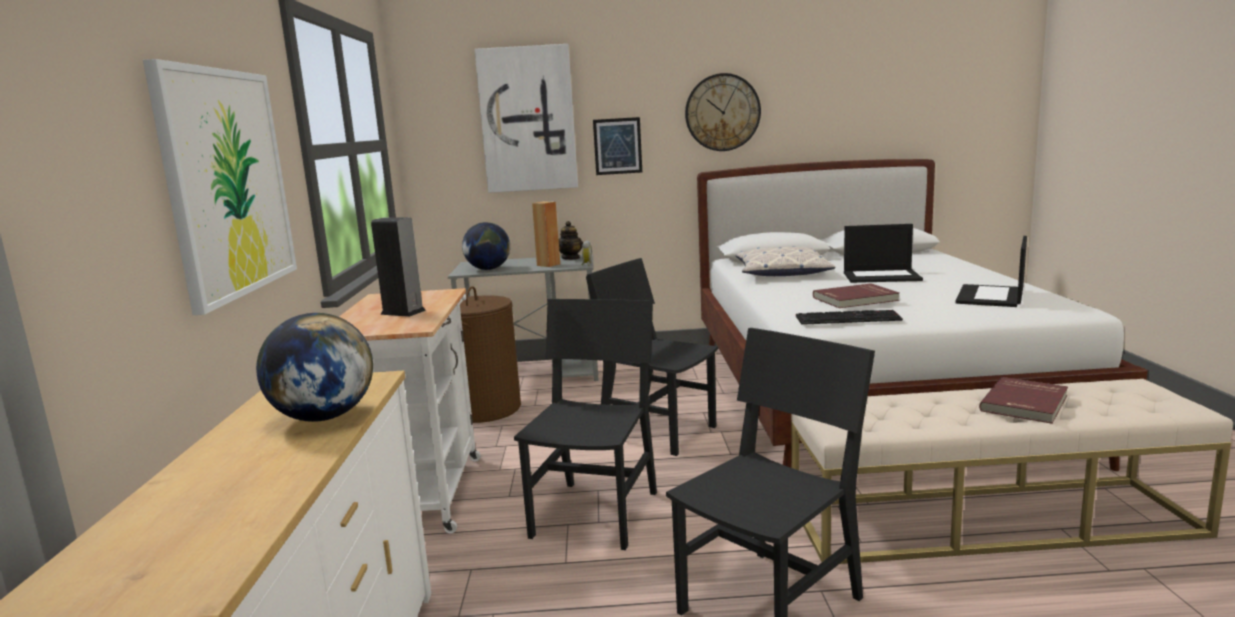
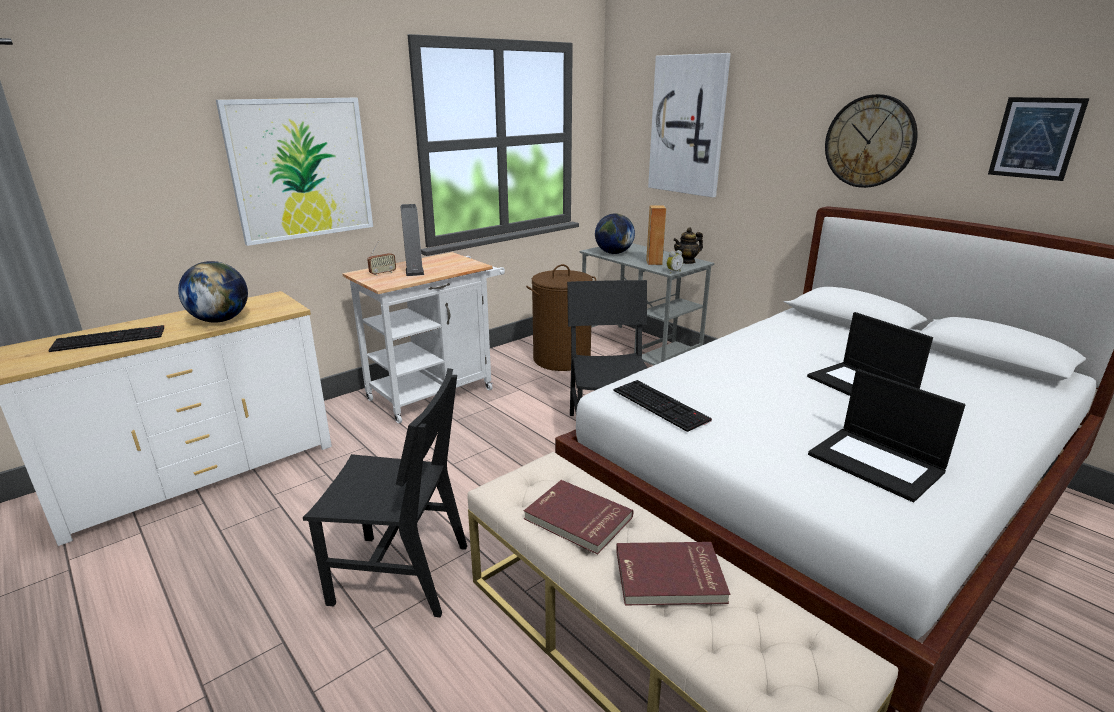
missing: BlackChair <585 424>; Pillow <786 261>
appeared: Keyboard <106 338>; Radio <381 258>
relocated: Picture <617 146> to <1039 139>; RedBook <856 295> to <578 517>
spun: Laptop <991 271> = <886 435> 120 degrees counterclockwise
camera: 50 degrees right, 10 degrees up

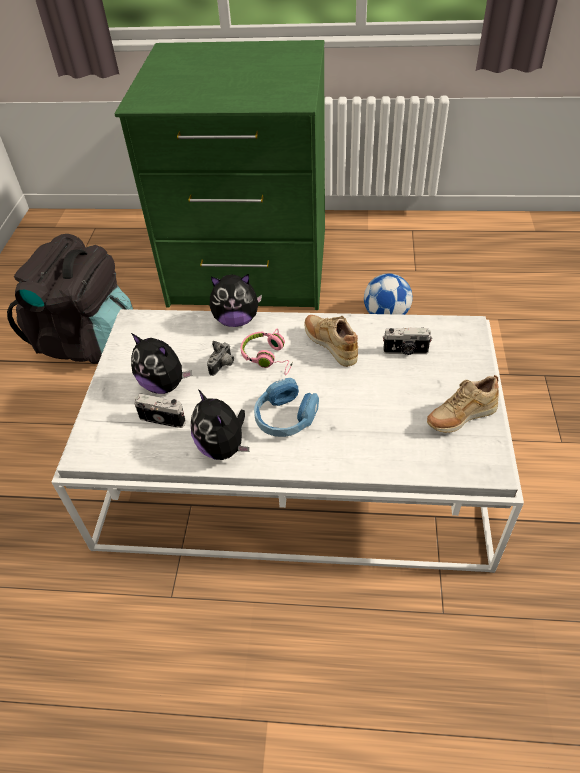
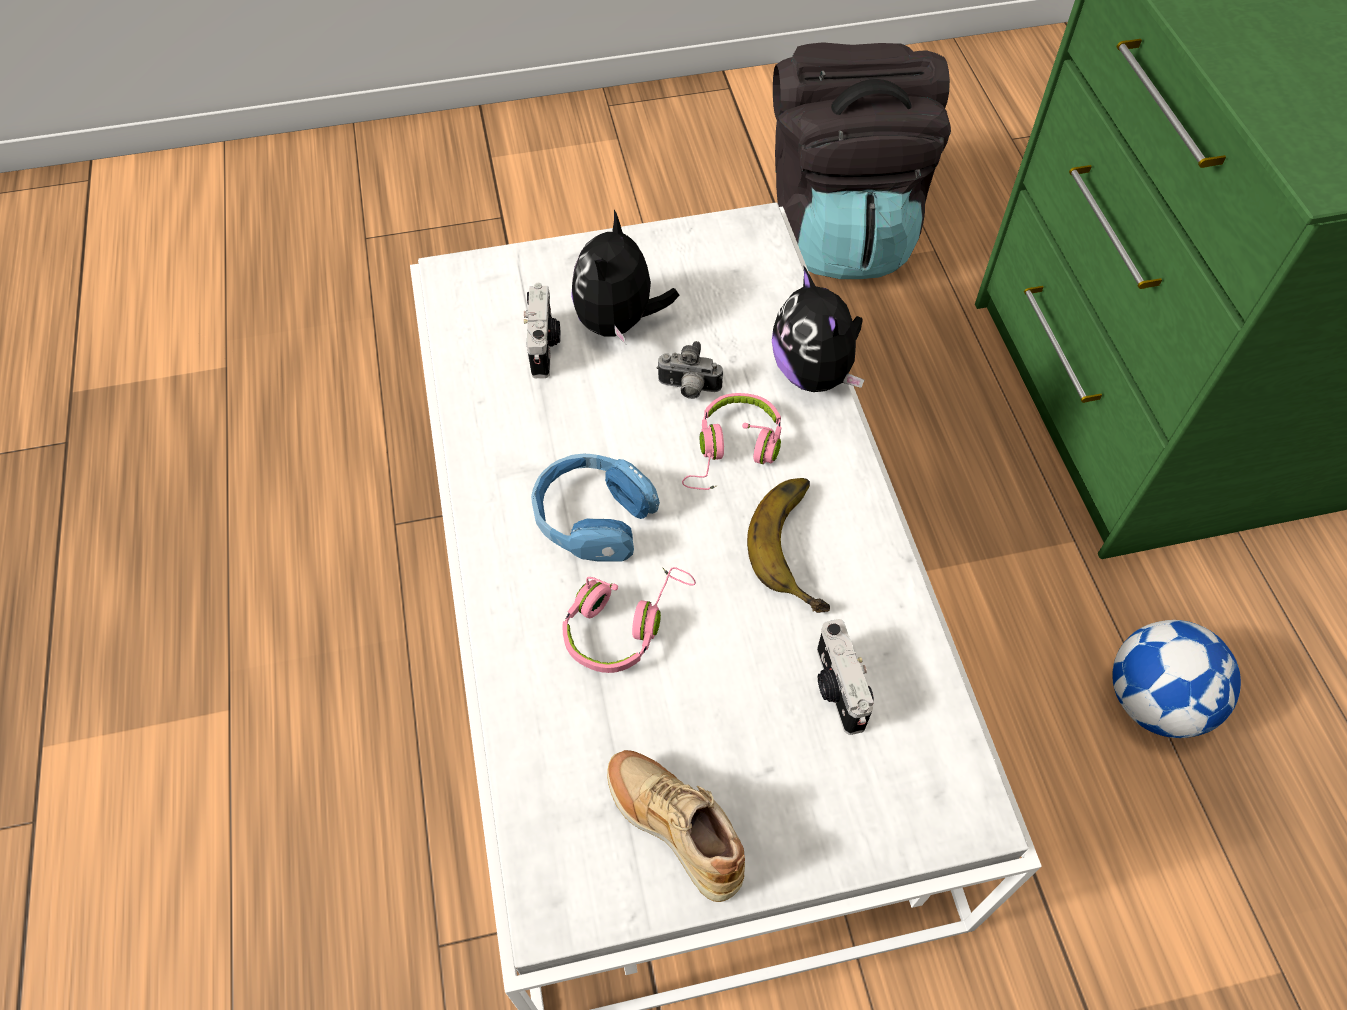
missing: PlushToy <220 424>
appeared: PinkHeadphones <629 620>
exchanged: BeigeShoe <331 341> to Banana <788 545>
camera: 70 degrees right, 10 degrees up

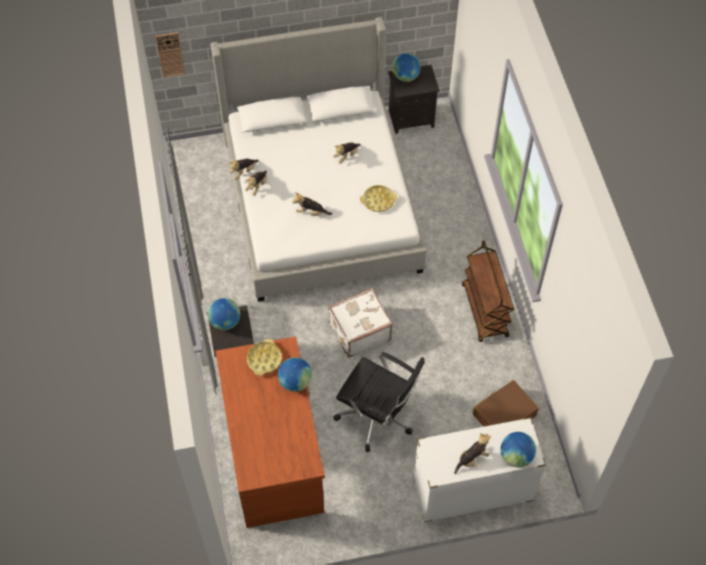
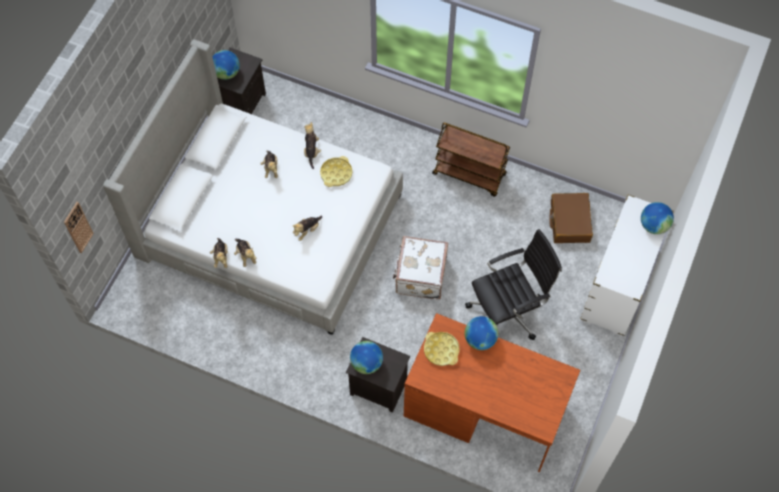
relocated: PlushToy <472 453> to <312 145>
camera: 55 degrees left, 5 degrees up

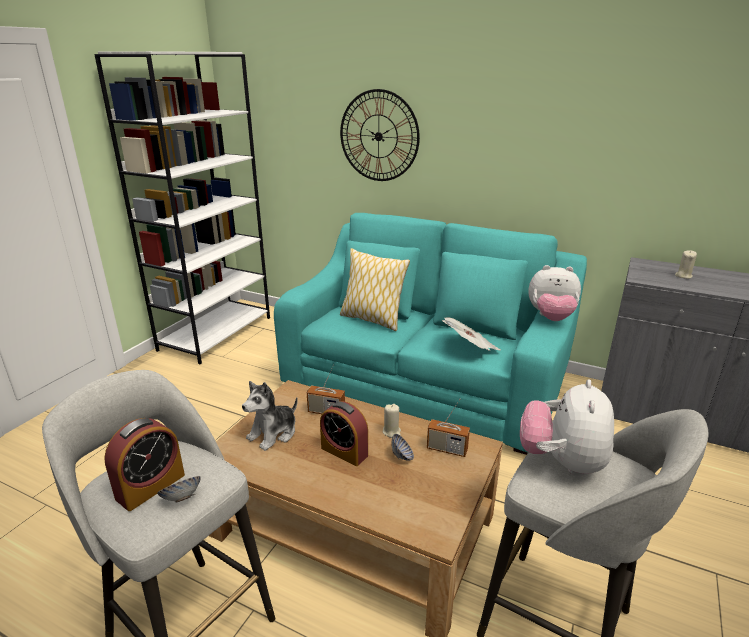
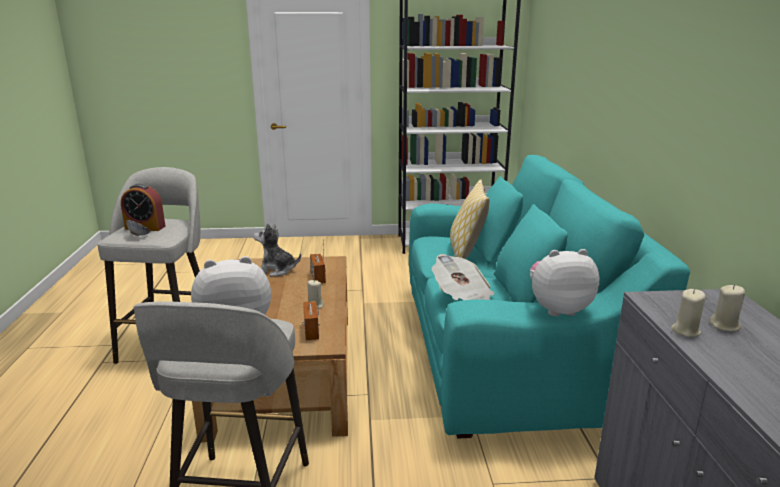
missing: AlarmClock <344 433>; WallClock <380 135>; Bowl <403 447>
appeared: BeigeCandle <688 313>
spun: PlushToy <554 293> = <564 282> 105 degrees clockwise
camera: 60 degrees right, 5 degrees down

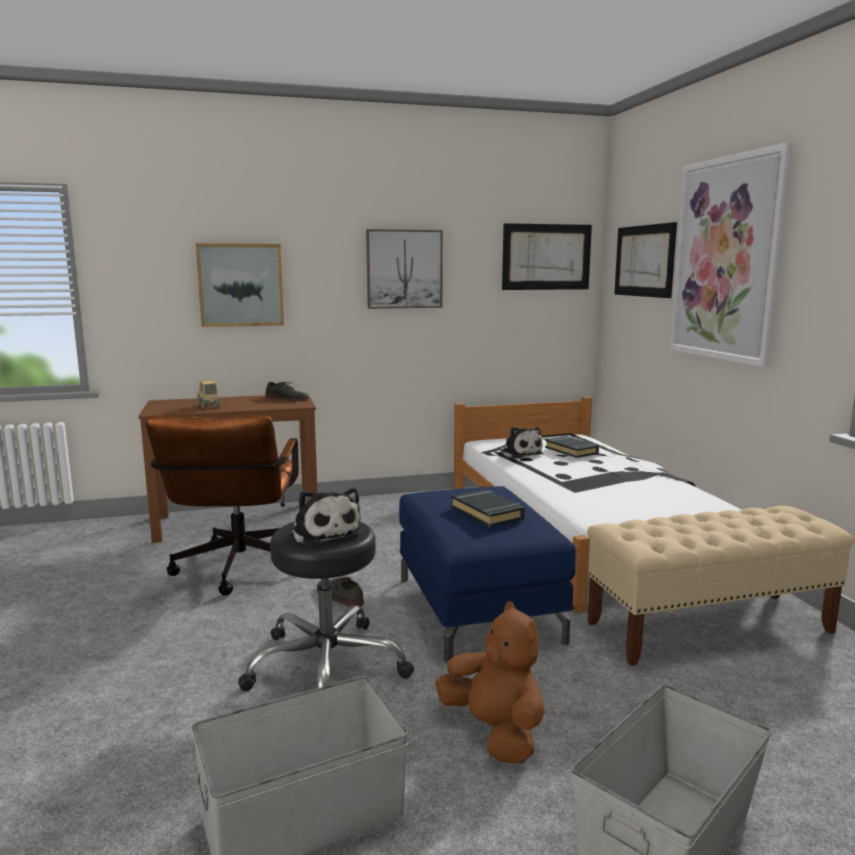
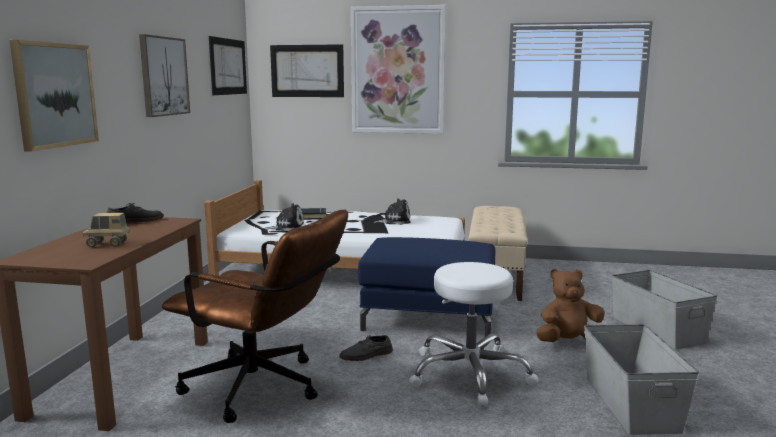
missing: BlackBook <488 508>
relocated: PlushToy <326 517> to <392 211>
colour: BlackStool <326 606> to WhiteStool <473 334>
camera: 65 degrees left, 0 degrees up

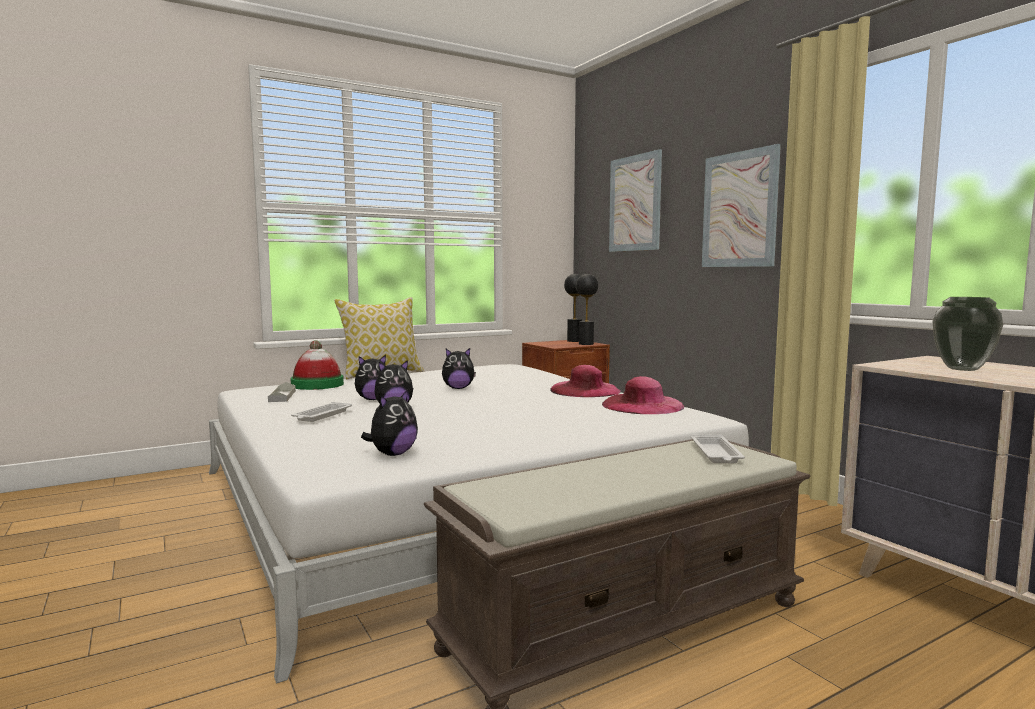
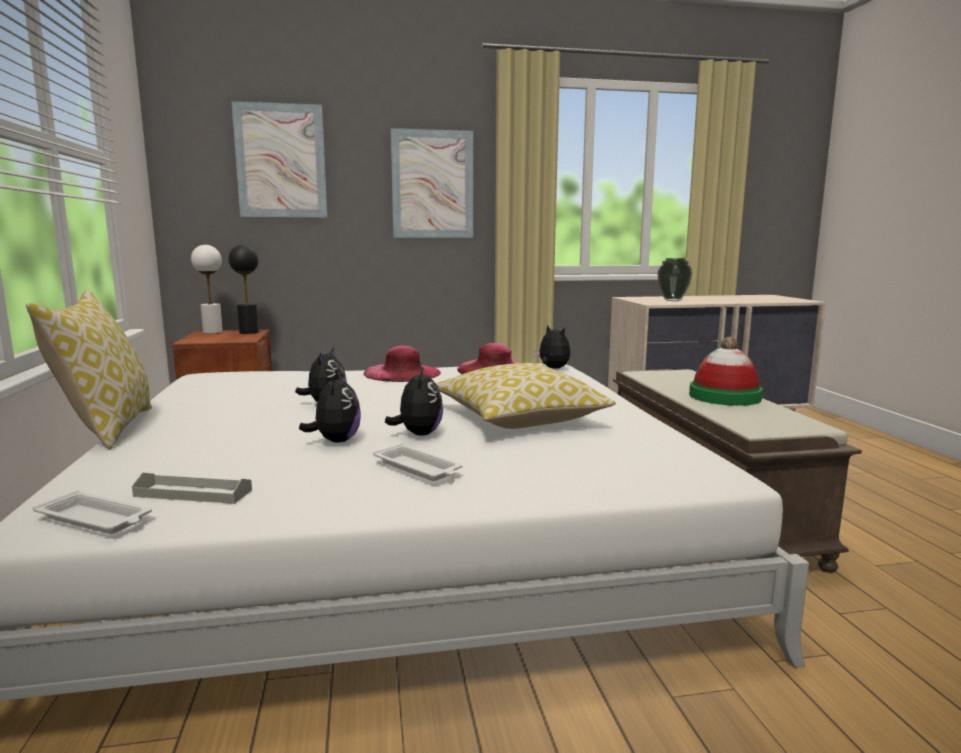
appeared: Pillow <526 396>
relocated: Hat <317 365> to <726 371>; PlushToy <389 422> to <552 347>; WhiteTray <717 449> to <92 512>
colour: BlackTableLamp <573 308> to WhiteTableLamp <207 289>
camera: 70 degrees left, 5 degrees up

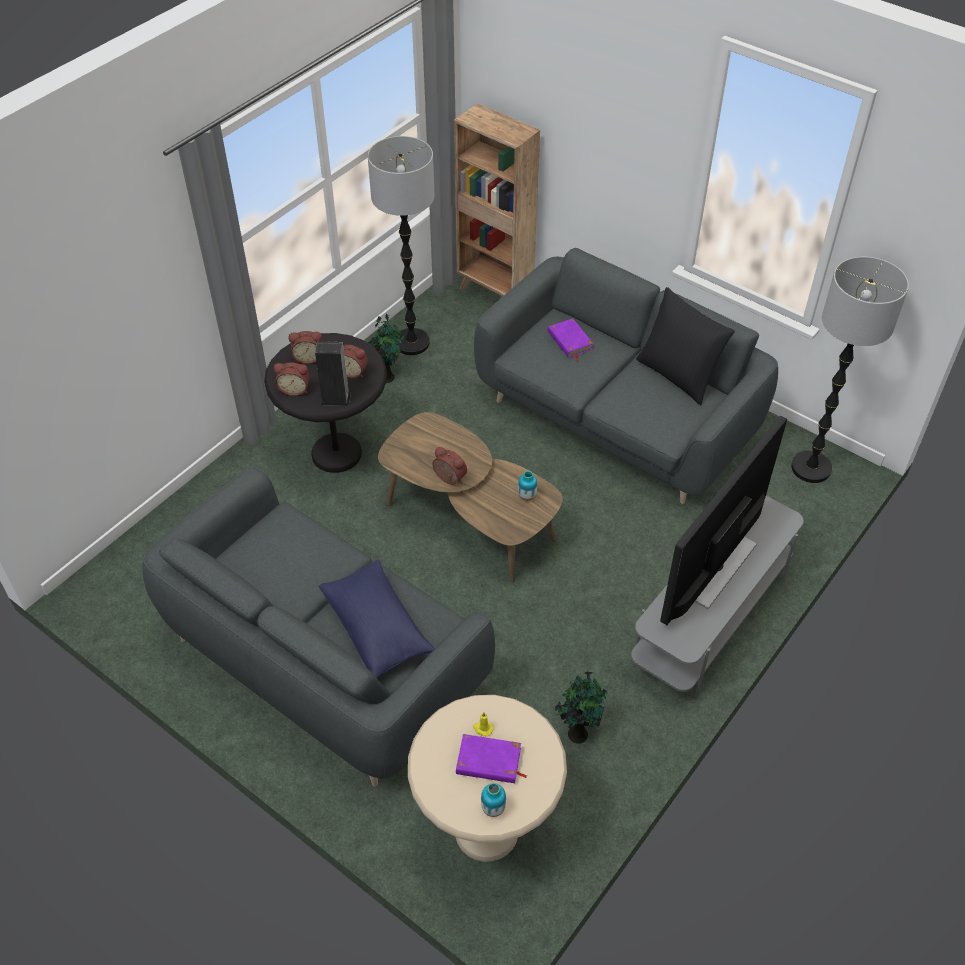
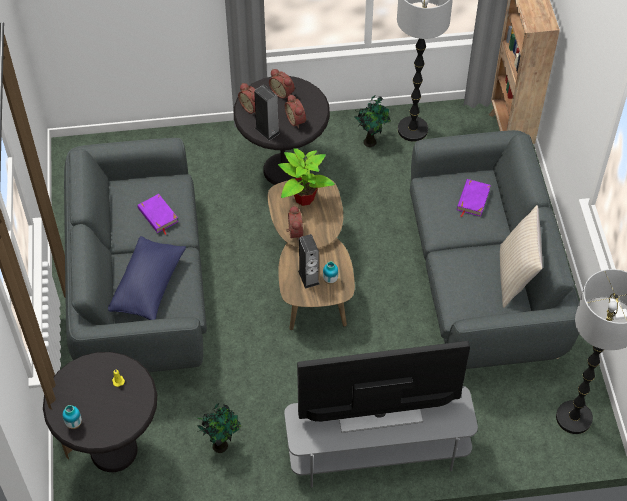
appeared: PottedPlant <306 177>; Speaker <309 261>
relocated: PurpleBook <491 758> to <158 214>
colour: BeigeSideTable <487 778> to BlackSideTable <100 412>; BlackPillow <685 346> to BeigePillow <521 256>
camera: 45 degrees right, 5 degrees up

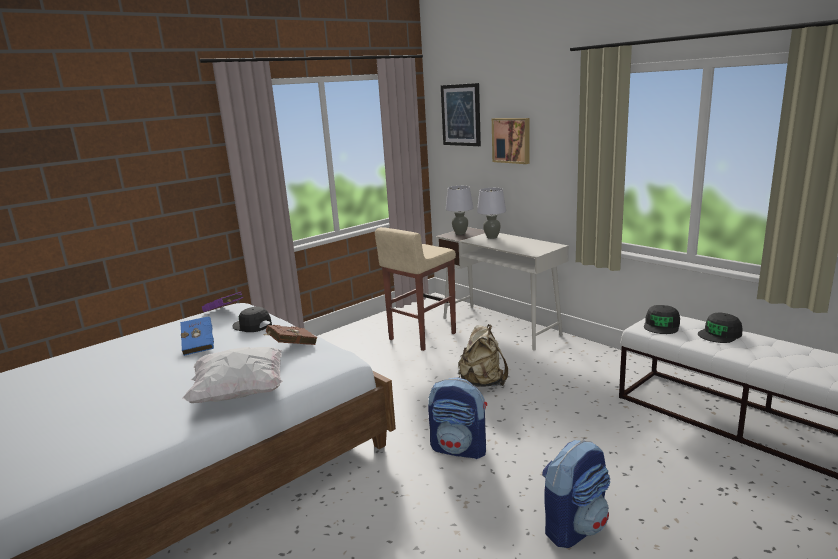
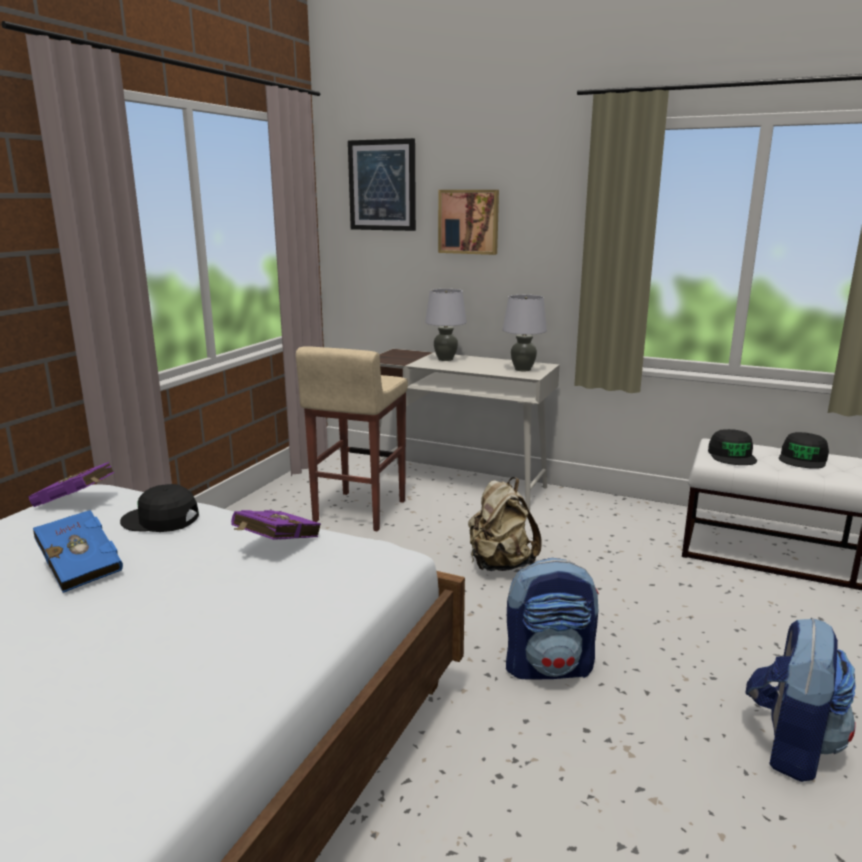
missing: WhitePillow <232 375>
relocated: GreyTableLamp <460 210> to <525 333>
colour: BrownBook <290 335> to PurpleBook <276 525>
camera: 25 degrees left, 0 degrees up

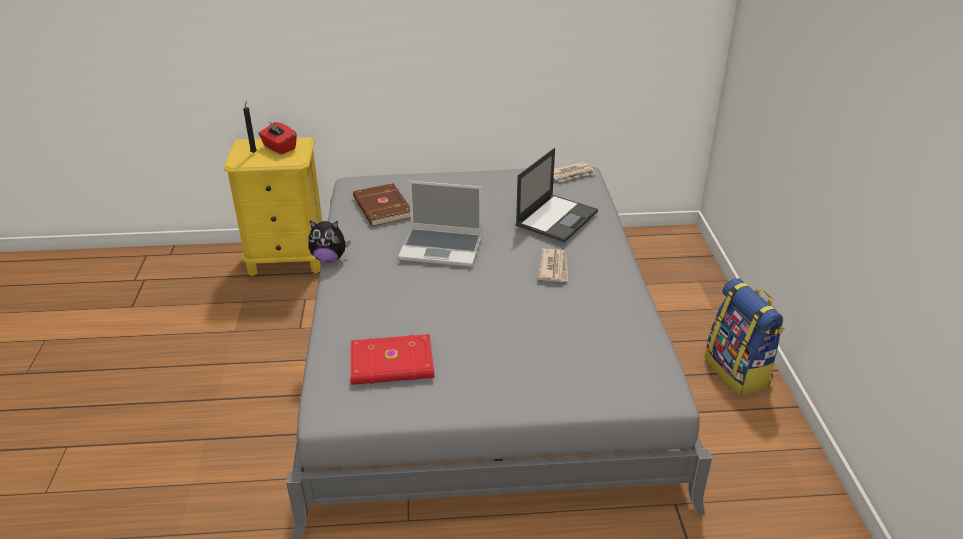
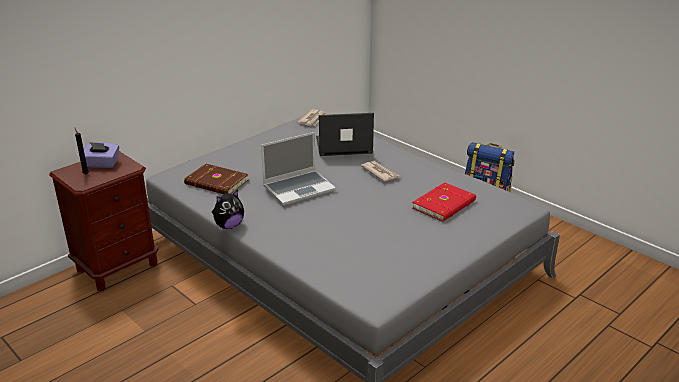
relocated: RedBook <392 359> to <444 202>
colour: YellowNightstand <272 206> to BrownNightstand <103 221>; RedTissueBox <277 137> to PurpleTissueBox <101 155>
spun: Laptop <556 195> = <345 134> 90 degrees counterclockwise
camera: 40 degrees left, 5 degrees down

